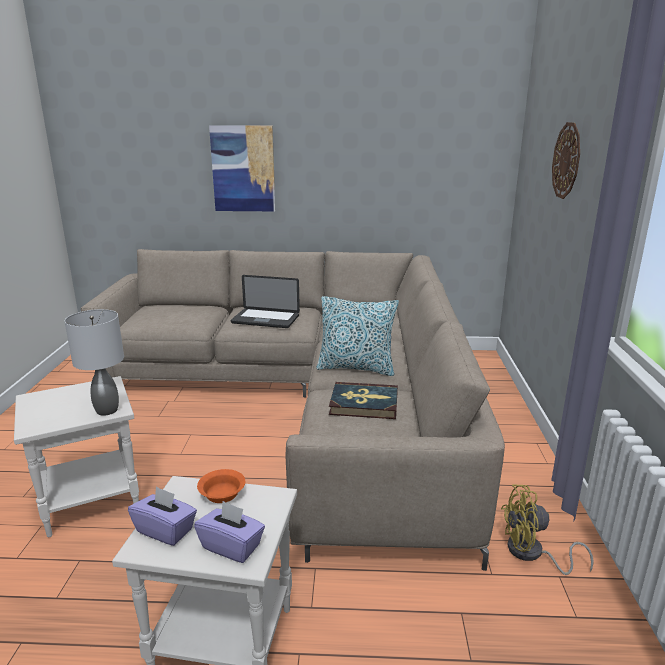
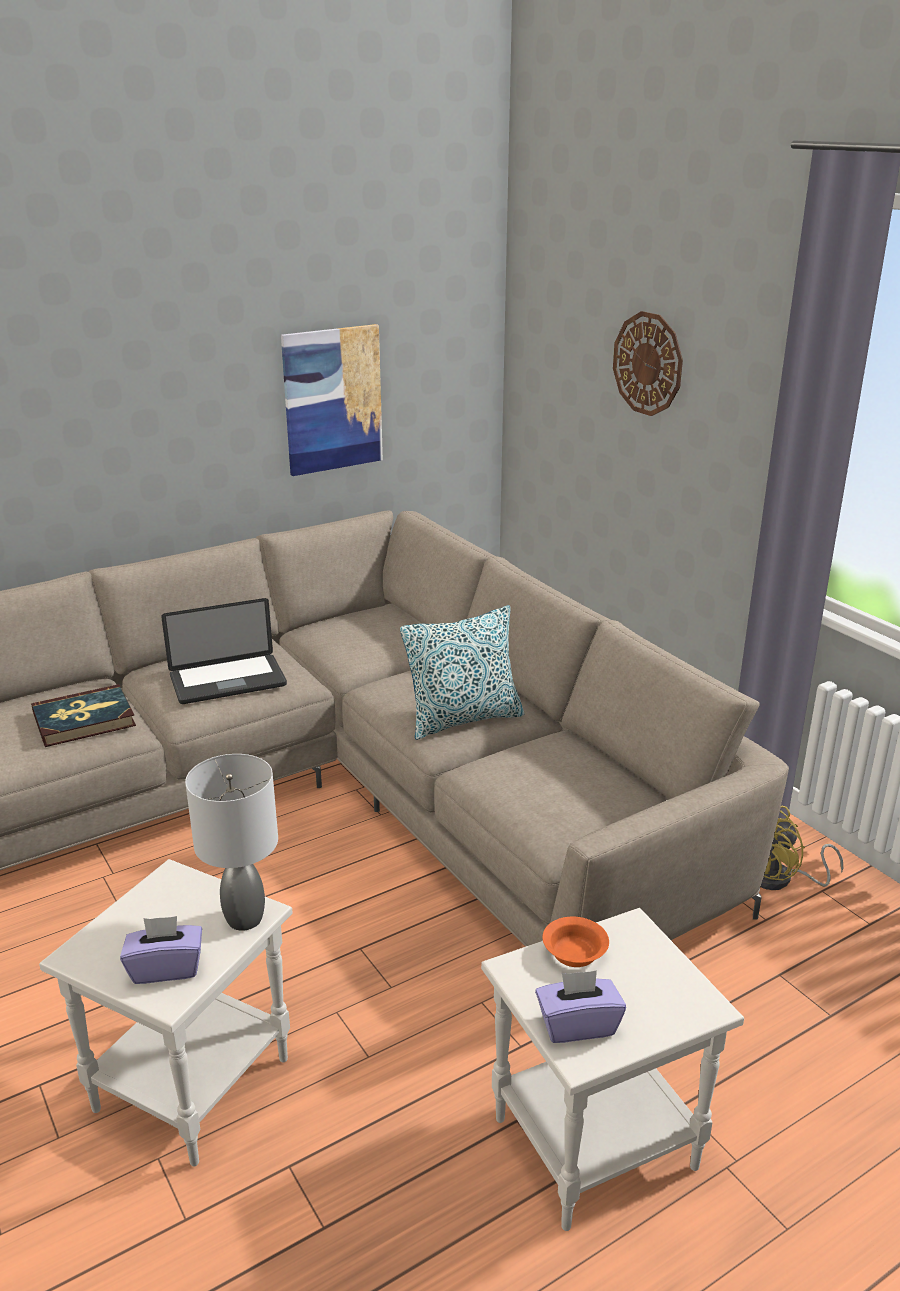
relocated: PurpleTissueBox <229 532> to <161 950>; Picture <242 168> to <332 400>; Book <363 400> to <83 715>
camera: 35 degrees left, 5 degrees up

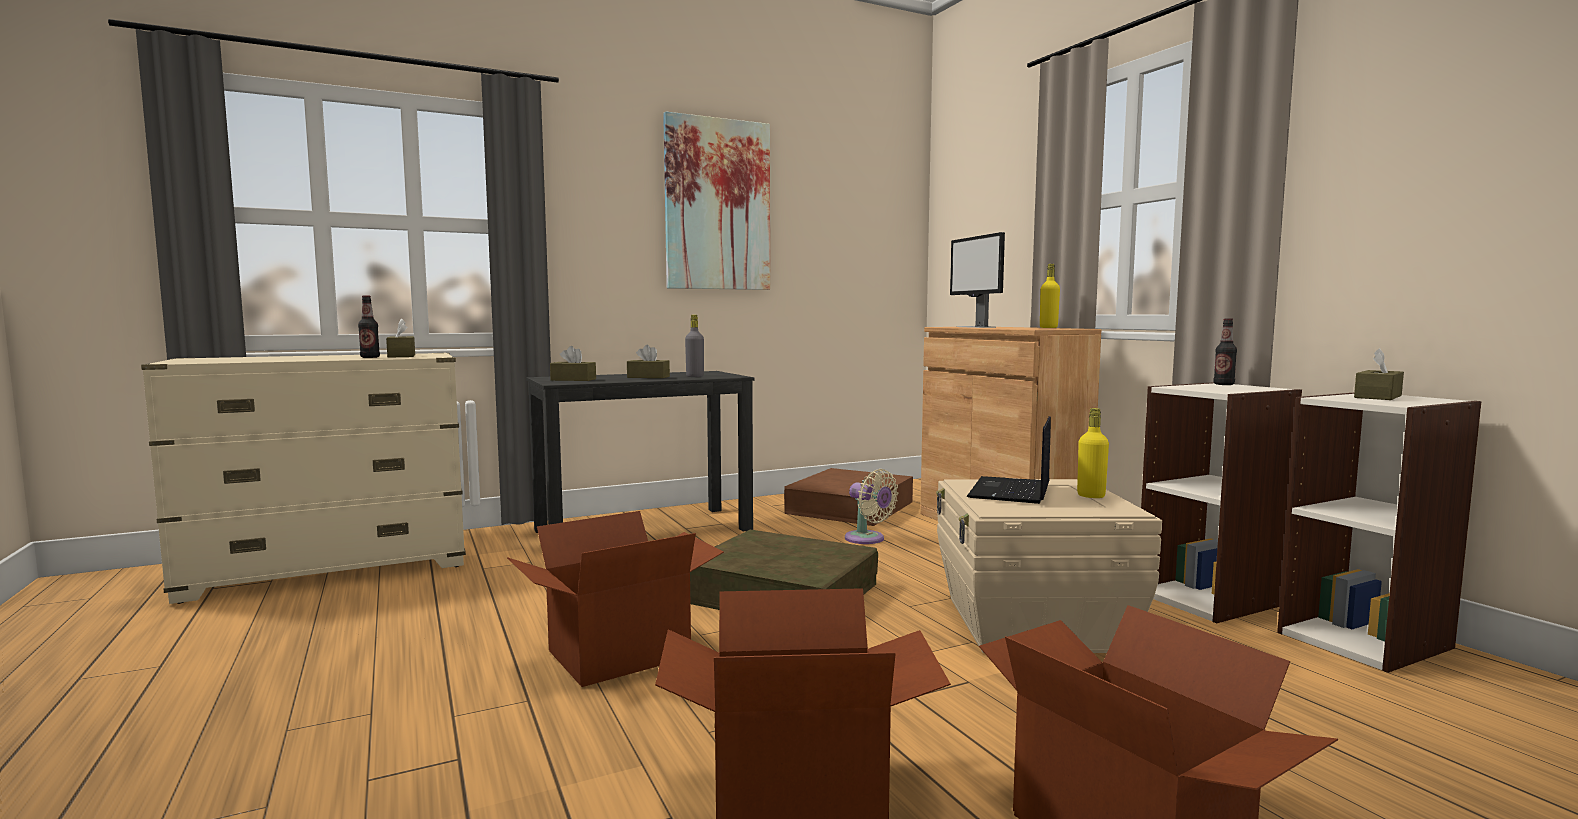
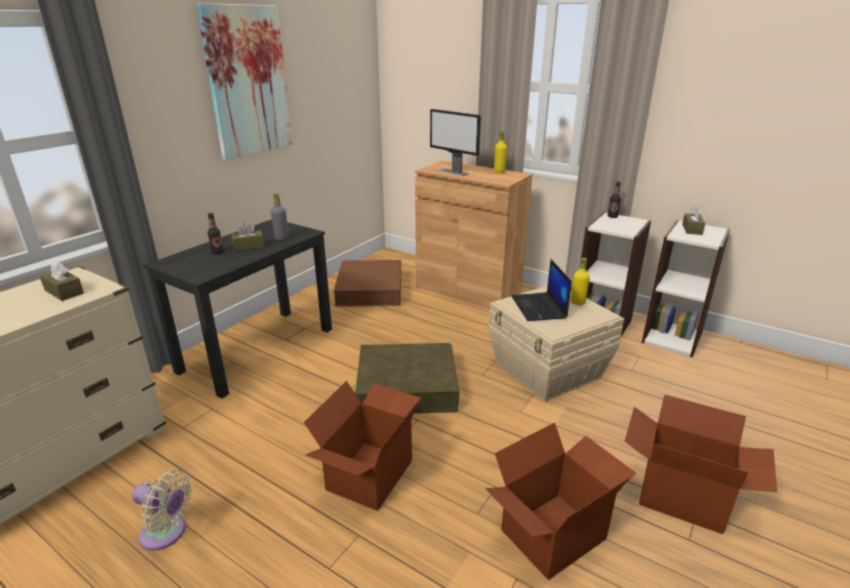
missing: BrownTissueBox <573 363>
relocated: Bottle <369 327> to <216 233>; BeigeFan <872 506> to <162 510>
camera: 30 degrees left, 20 degrees up

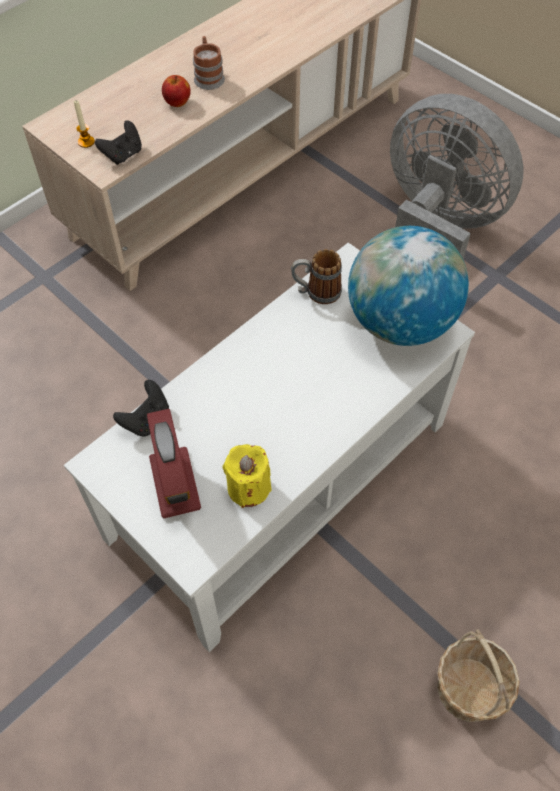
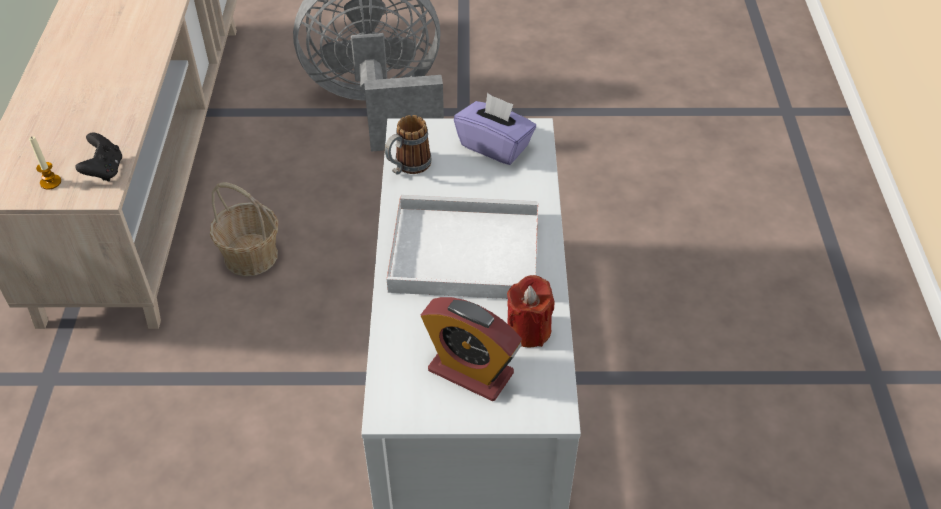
missing: BlackGameController <141 408>; Apple <176 91>; Mug <209 63>
appeared: WhiteTray <462 247>
relocated: Basket <478 675> to <244 229>
exchanged: Globe <408 286> to PurpleTissueBox <495 129>
colour: YellowCandle <247 476> to RedCandle <531 311>
camera: 45 degrees left, 10 degrees down

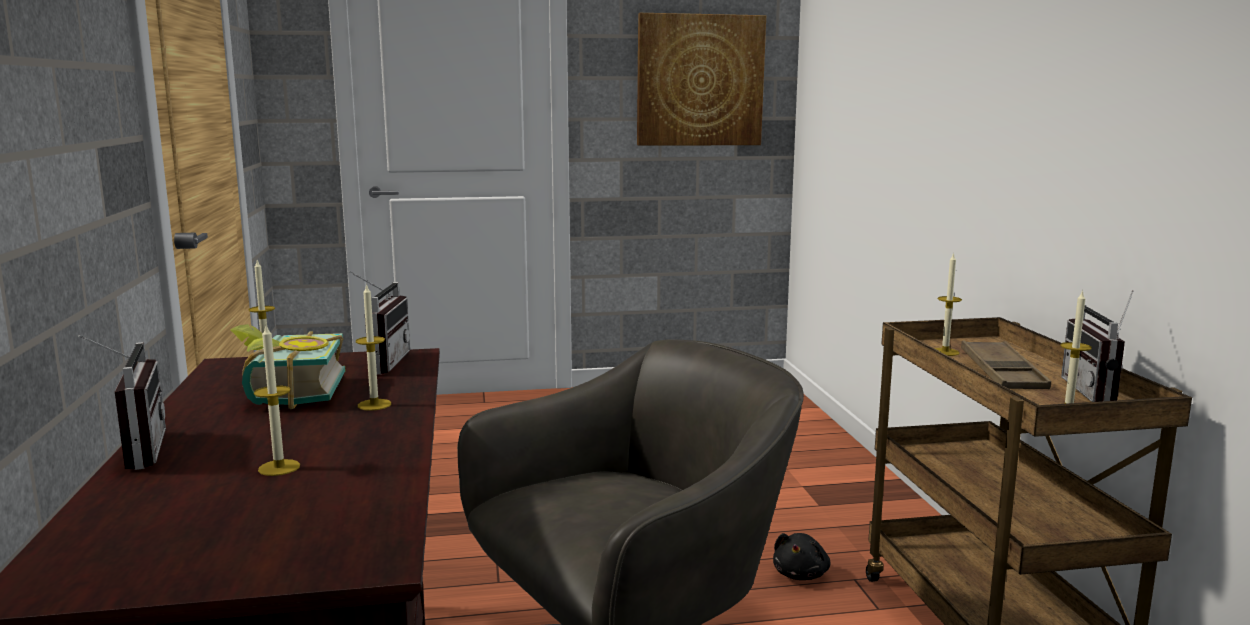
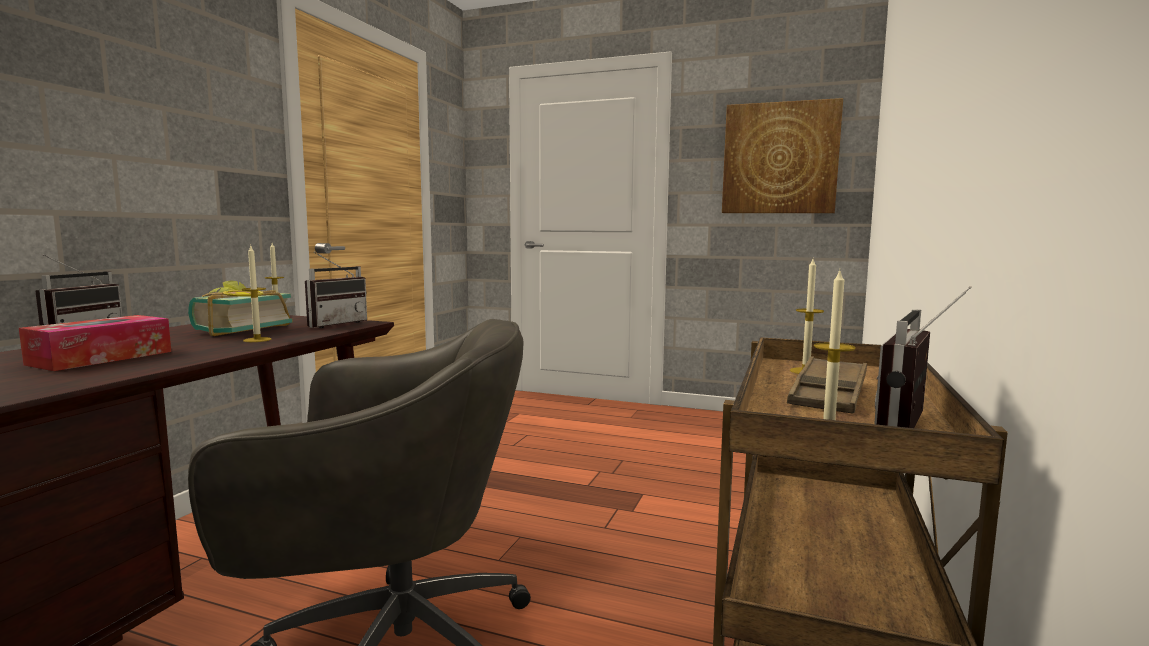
missing: BlackPlushToy <801 556>
exchanged: Candle <277 401> to TissueBox <95 343>
camera: 30 degrees right, 5 degrees down

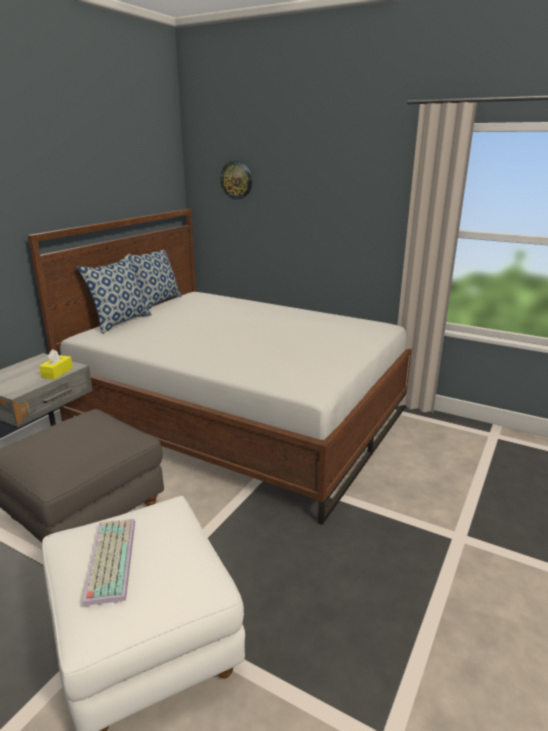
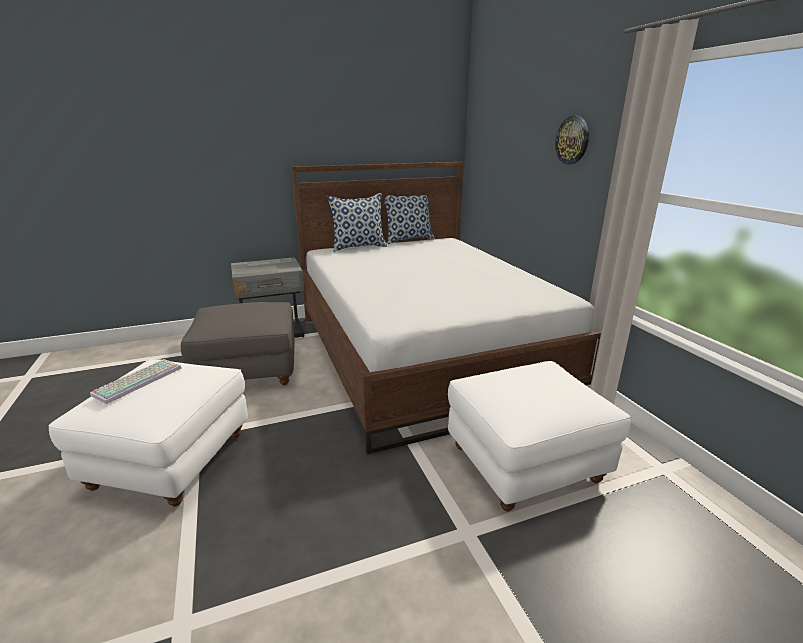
missing: YellowTissueBox <56 364>
appeared: WhiteOttoman <539 436>
relocated: WallClock <236 180> to <572 140>
camera: 40 degrees right, 0 degrees up

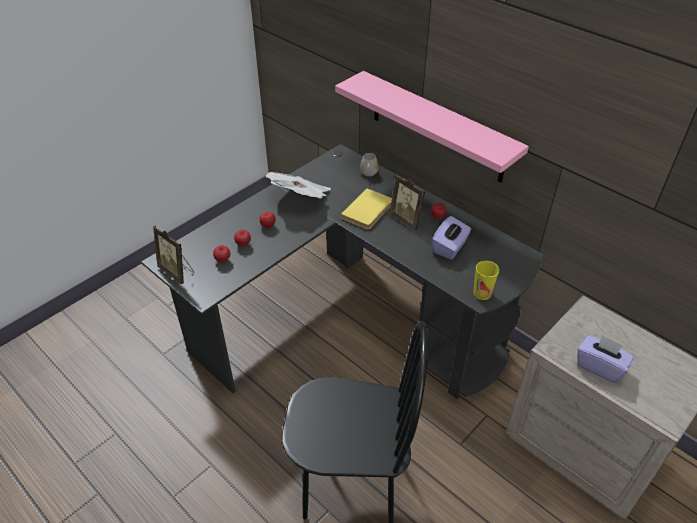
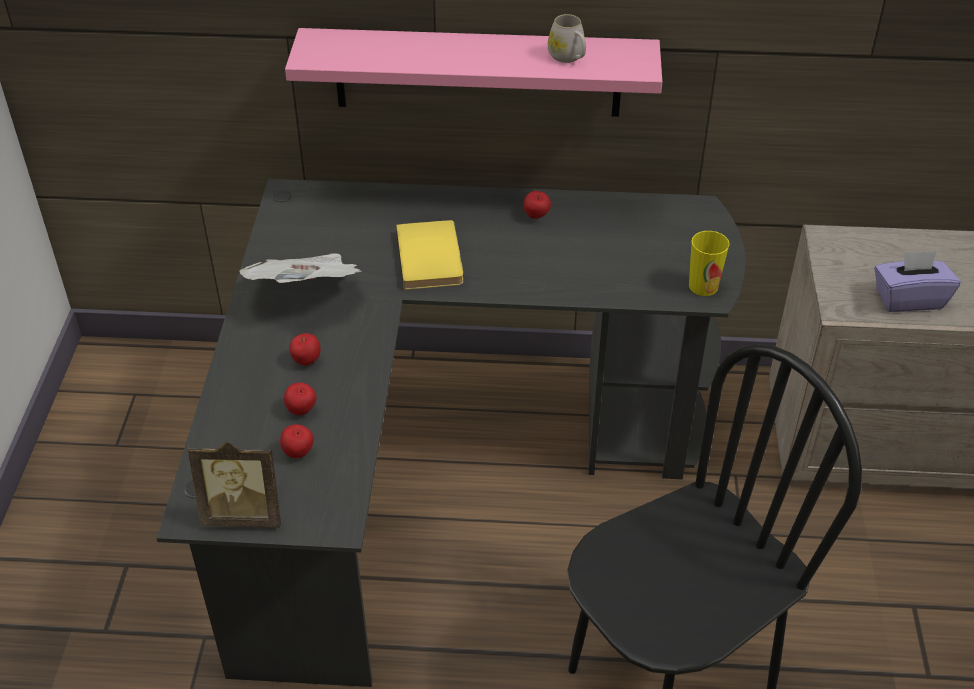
missing: PictureFrame <407 202>; PurpleTissueBox <452 238>
relocated: WhiteMug <369 164> to <567 38>
camera: 40 degrees left, 0 degrees up

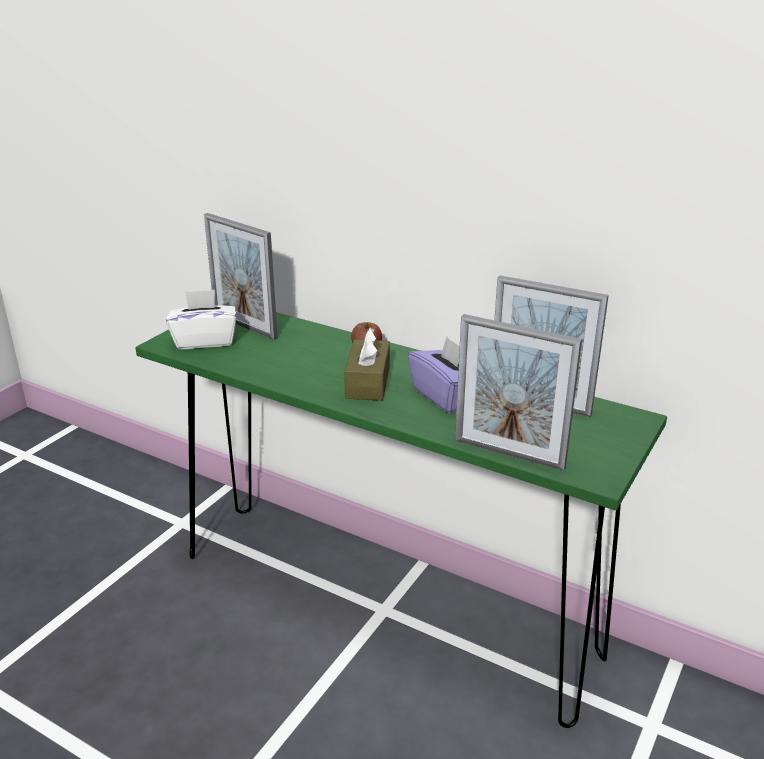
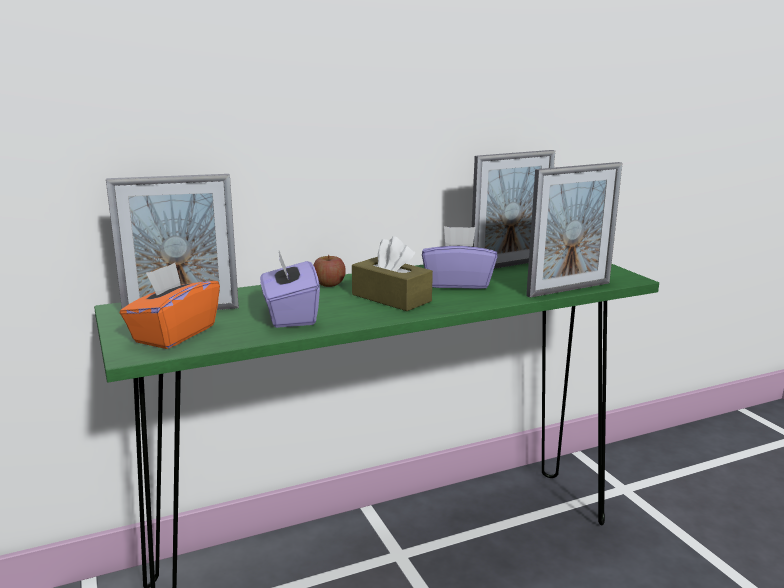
appeared: PurpleTissueBox <290 289>
colour: WhiteTissueBox <201 319> to OrangeTissueBox <170 306>
camera: 55 degrees left, 10 degrees down

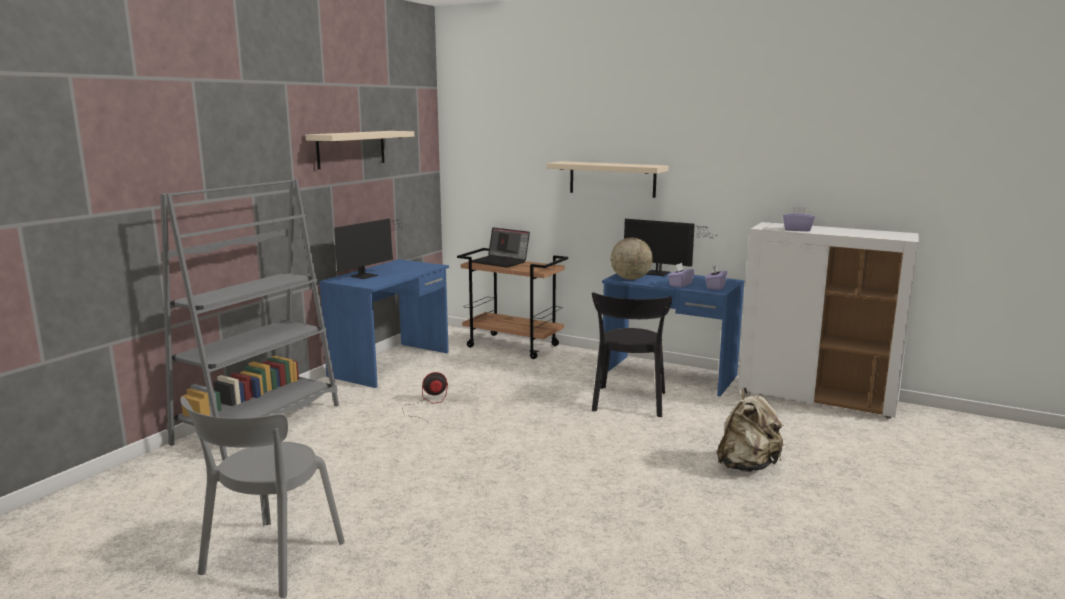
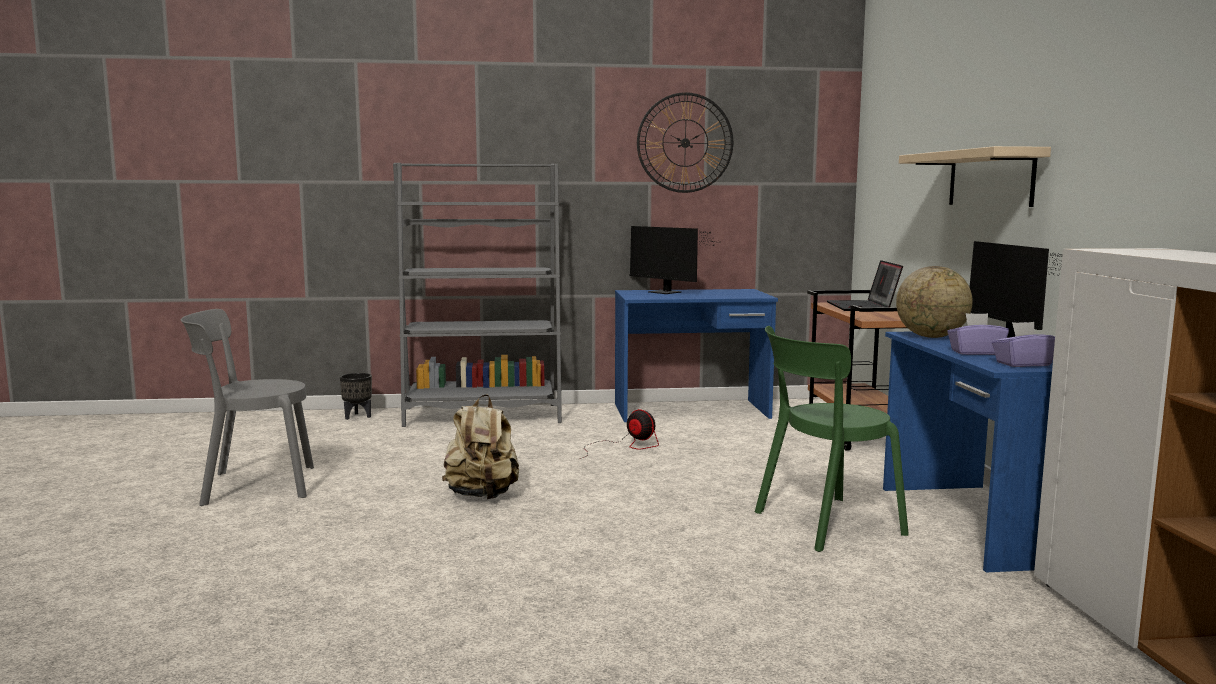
missing: PurpleTissueBox <799 219>
appeared: BlackPlanter <356 396>
relocated: BeigeBackpack <750 429> to <480 446>
exchanged: BeigeShelf <360 150> to WallClock <685 142>
colour: BlackChair <632 354> to GreenChair <832 439>
spun: Monitor <369 249> = <673 260> 45 degrees clockwise
camera: 55 degrees right, 5 degrees down

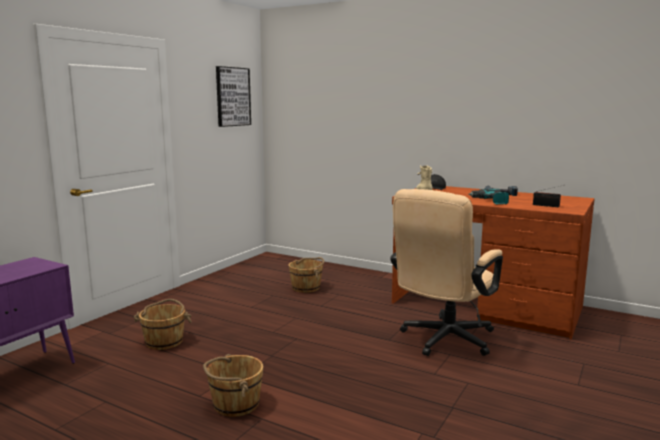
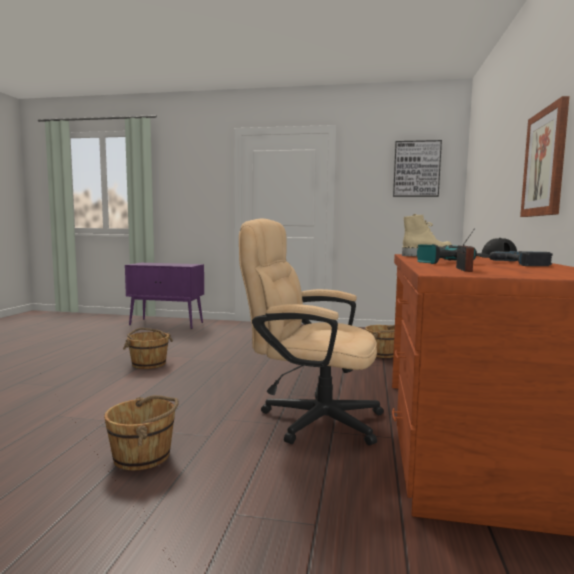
appeared: Picture <545 156>
relocated: BrownBucket <163 324> to <141 433>
camera: 70 degrees right, 5 degrees down

